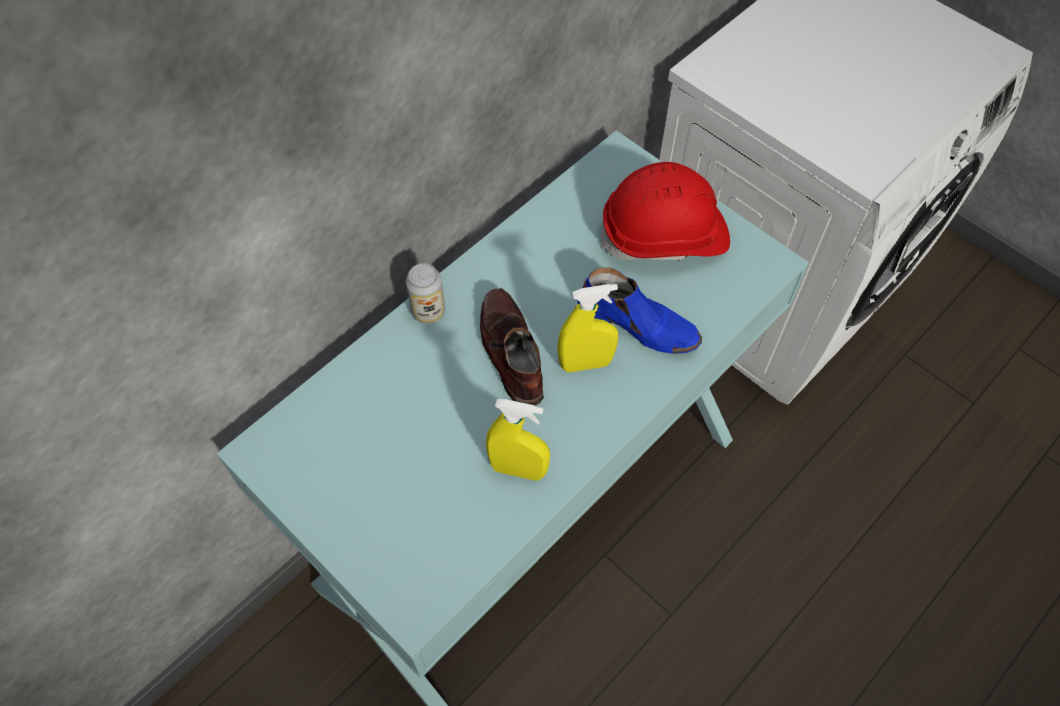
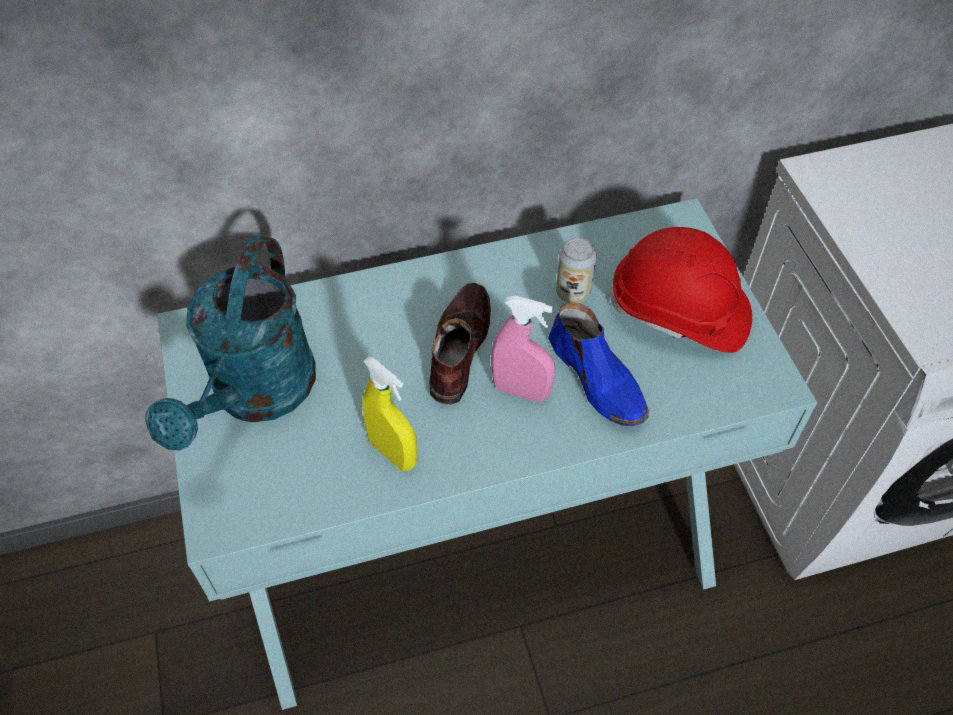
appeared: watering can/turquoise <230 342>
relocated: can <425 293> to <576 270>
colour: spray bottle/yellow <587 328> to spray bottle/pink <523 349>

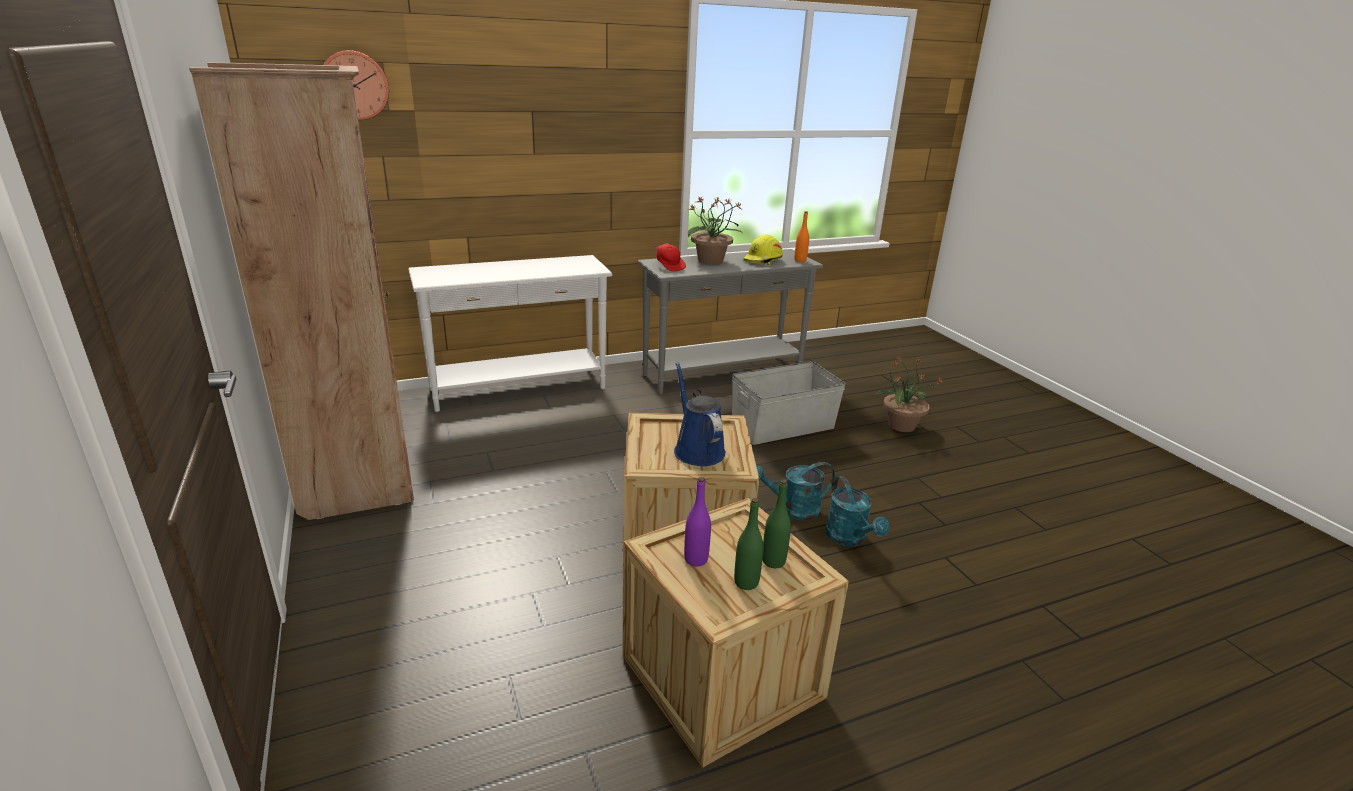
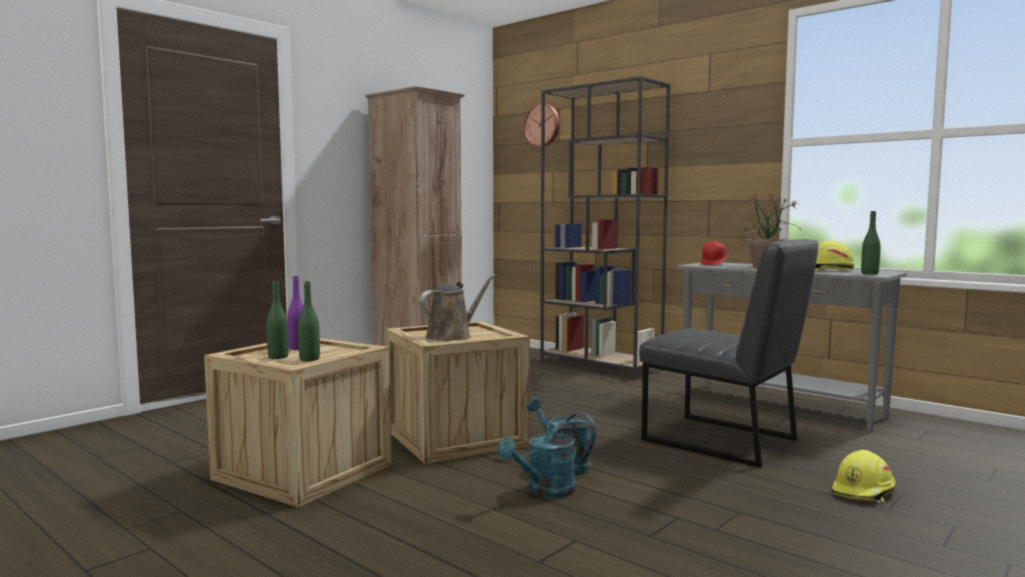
exchanged: console table/white <510 333> to bookcase <605 228>; potted plant <909 393> to hard hat/yellow <864 476>; storage box/grey <789 403> to chair/grey <729 353>
colour: bottle/orange <801 236> to bottle/green <871 243>; watering can/blue <700 414> to watering can/brown <457 307>

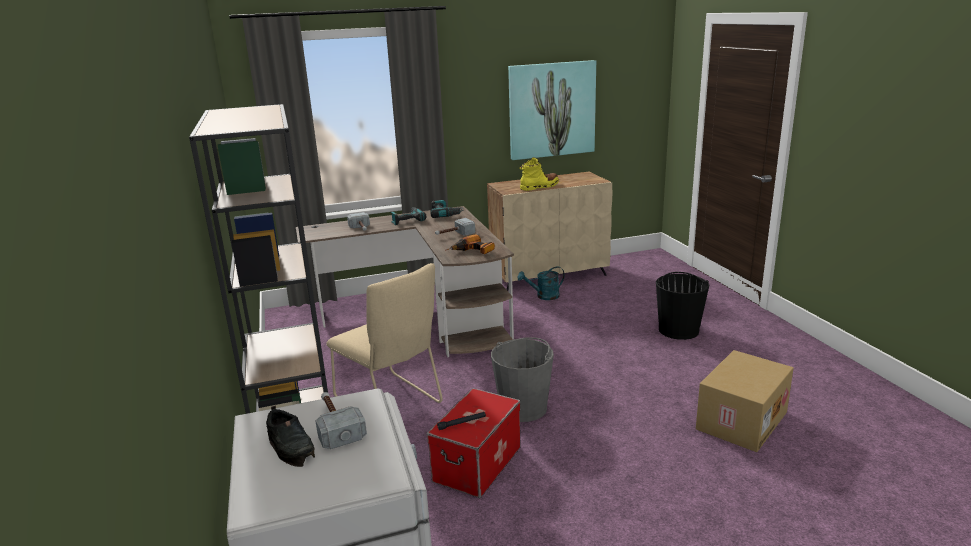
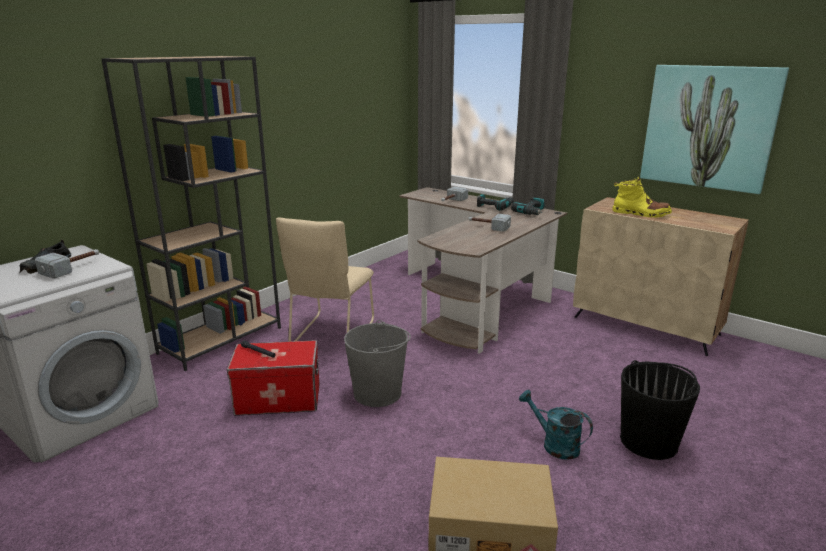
missing: power drill <470 244>
relocated: watering can/turquoise <541 283> to <556 425>

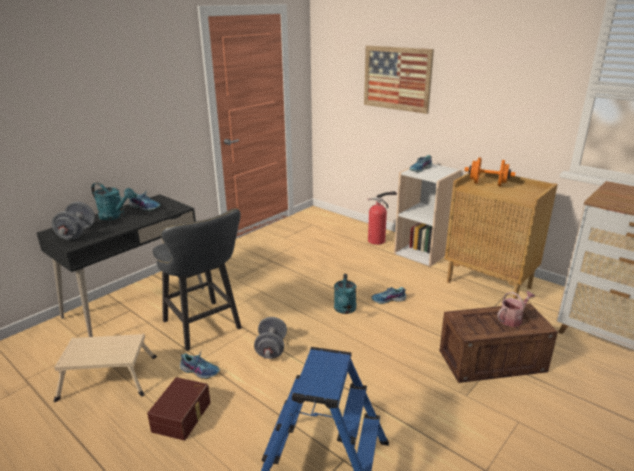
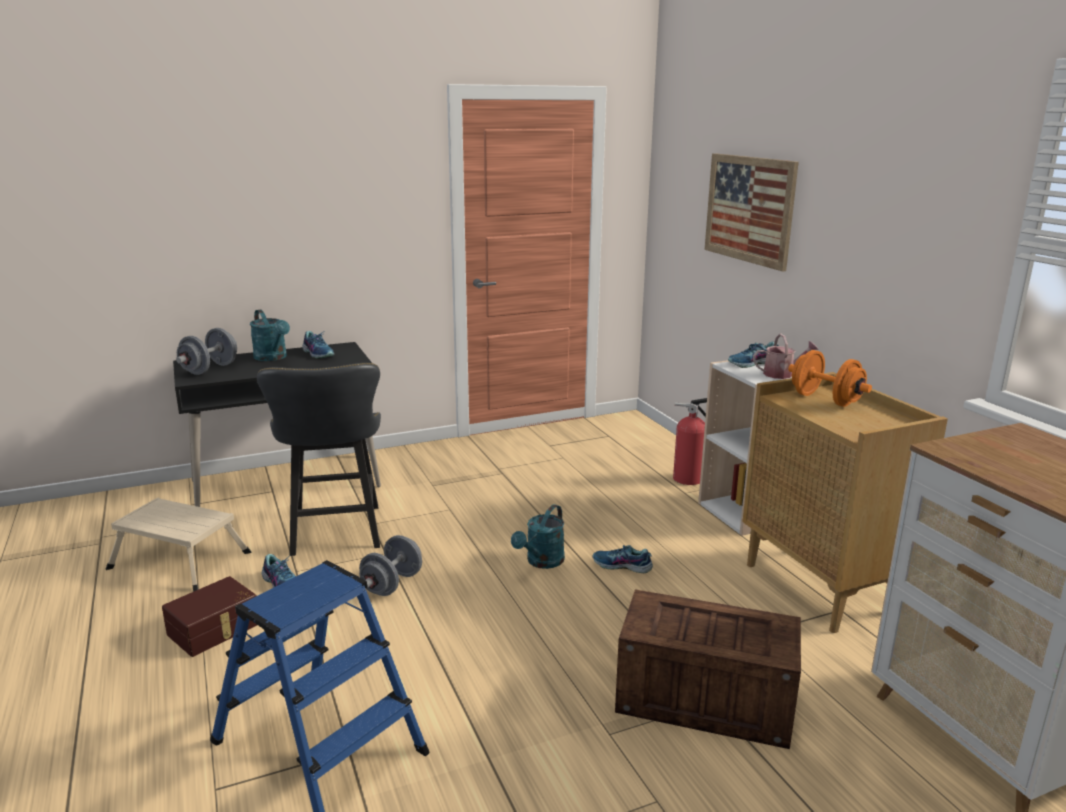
relocated: watering can <516 309> to <785 356>

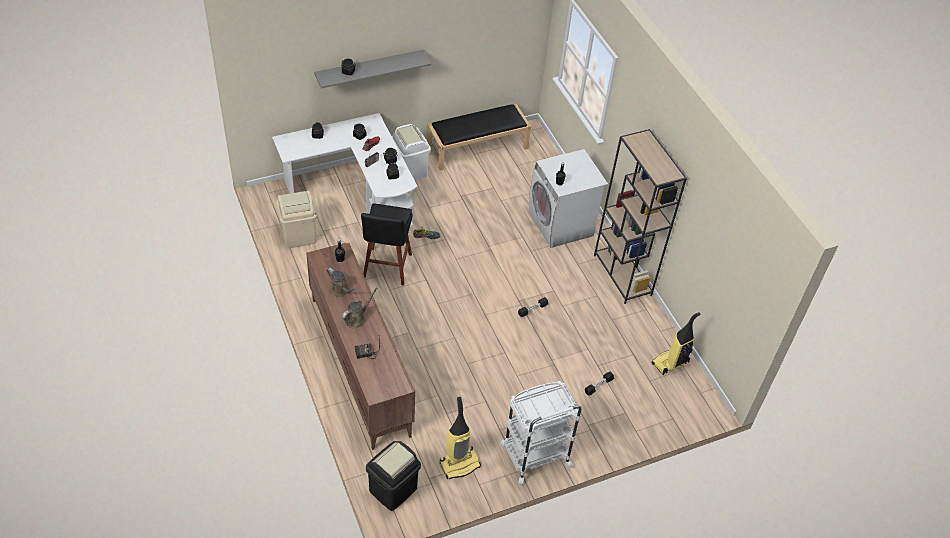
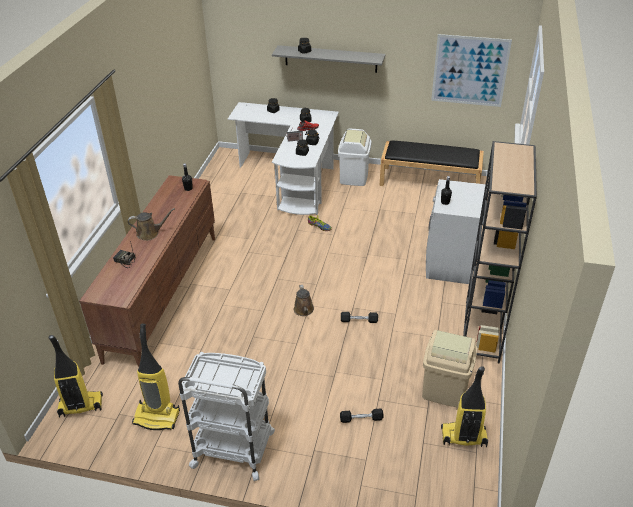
missing: stool/black <386 244>
appeared: picture <471 70>
relocated: trash can/beige <296 219> to <449 369>; watering can/brown <342 282> to <304 300>
exchanged: trash can/black <393 476> to vacuum cleaner <76 376>

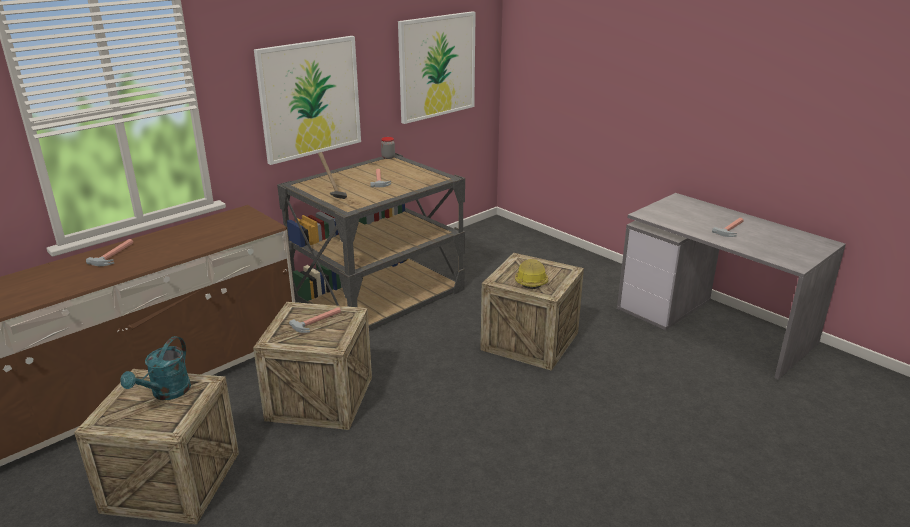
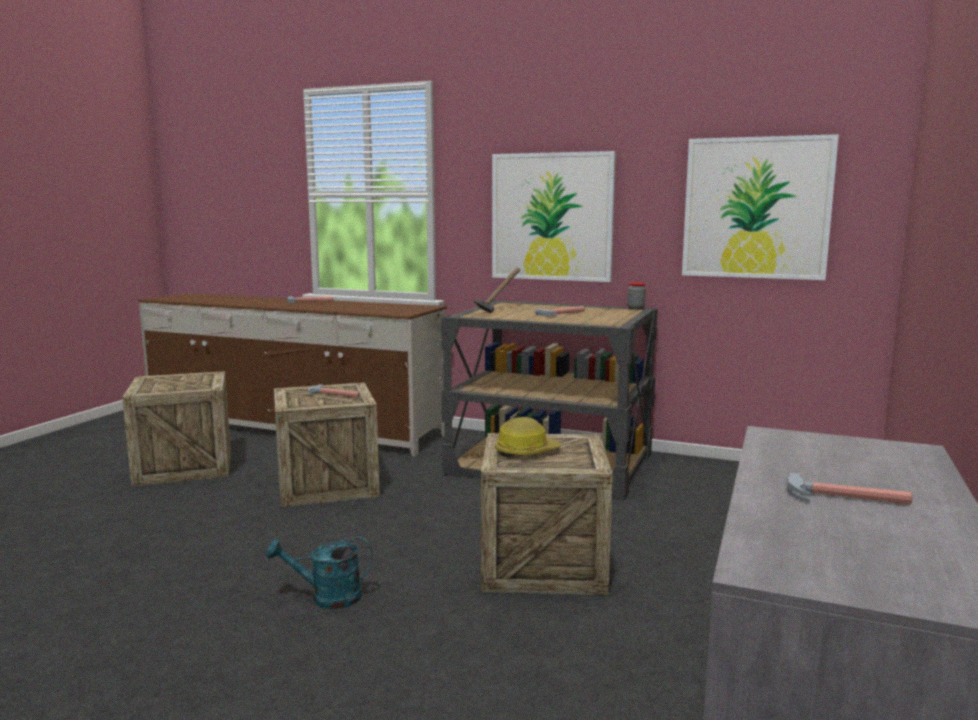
relocated: watering can/turquoise <155 368> to <319 572>

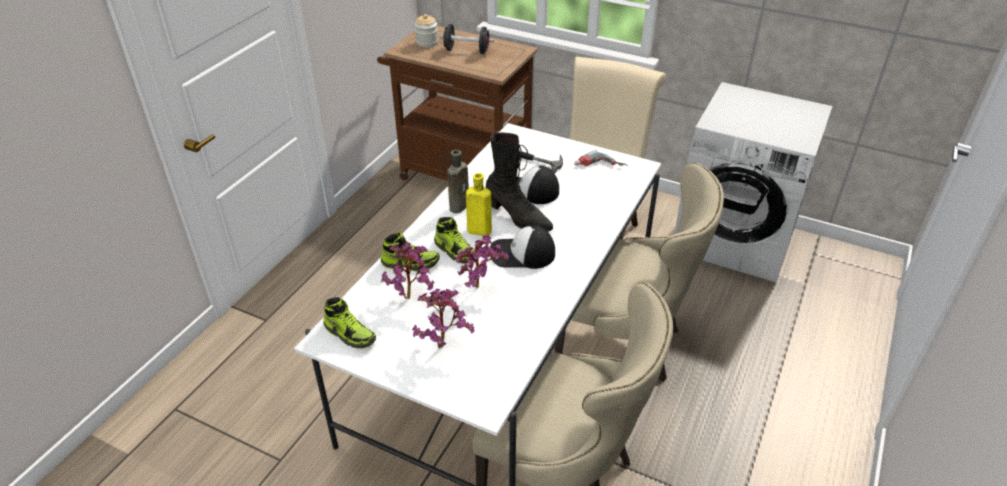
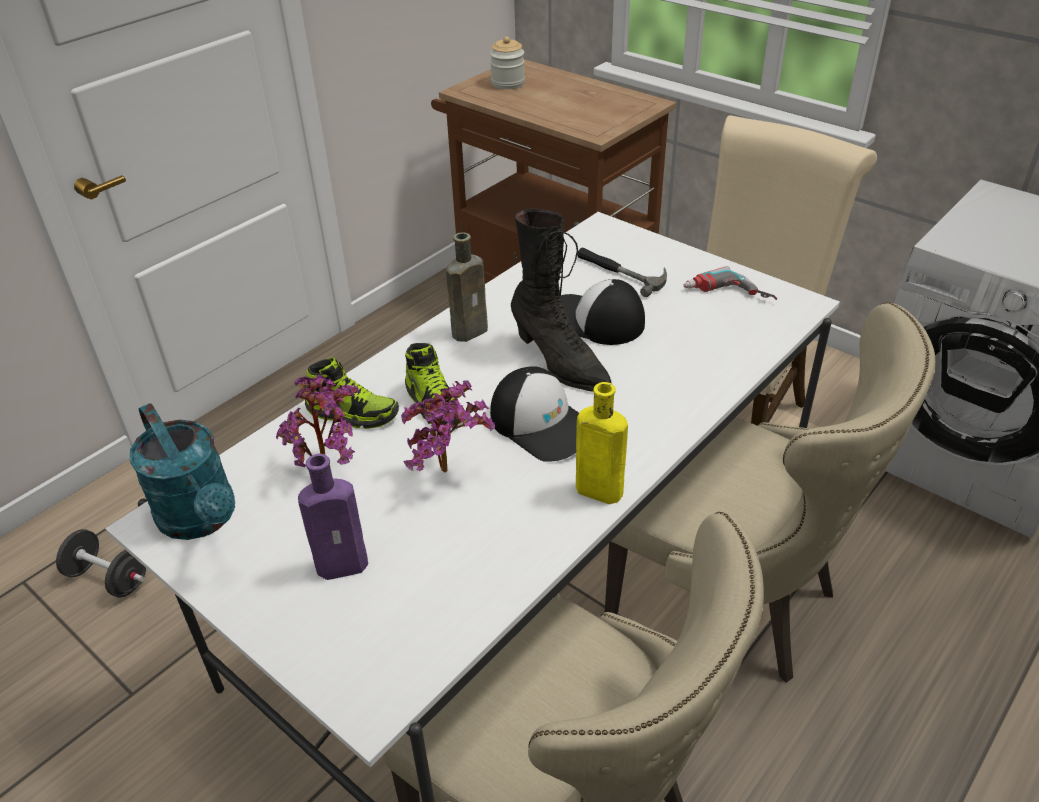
relocated: dumbbell/black <466 39> to <101 563>; bottle/yellow <479 204> to <602 443>
exchanged: potted plant <443 318> to bottle/purple <333 517>; shoe <349 323> to watering can/turquoise <182 471>
spun: cap <522 247> = <534 414> 150 degrees counterclockwise

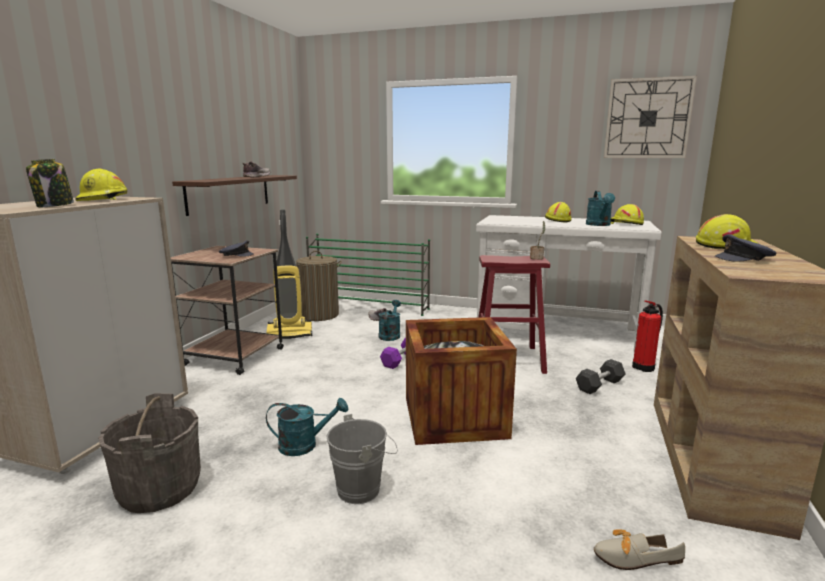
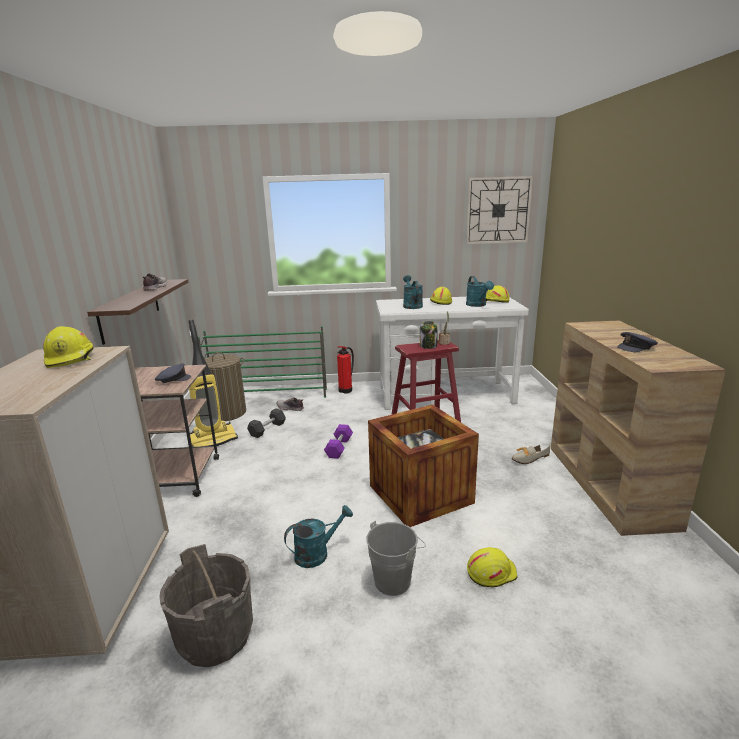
relocated: jar <50 183> to <428 335>; hard hat/yellow <726 231> to <492 567>; watering can/turquoise <390 320> to <413 292>; fire extinguisher <647 336> to <345 370>; dumbbell/grey <600 376> to <266 423>; shoe <639 550> to <531 454>

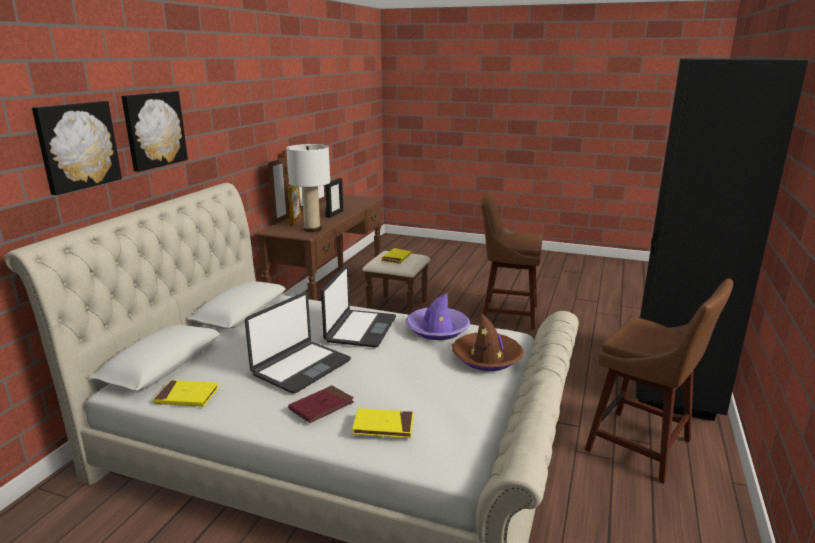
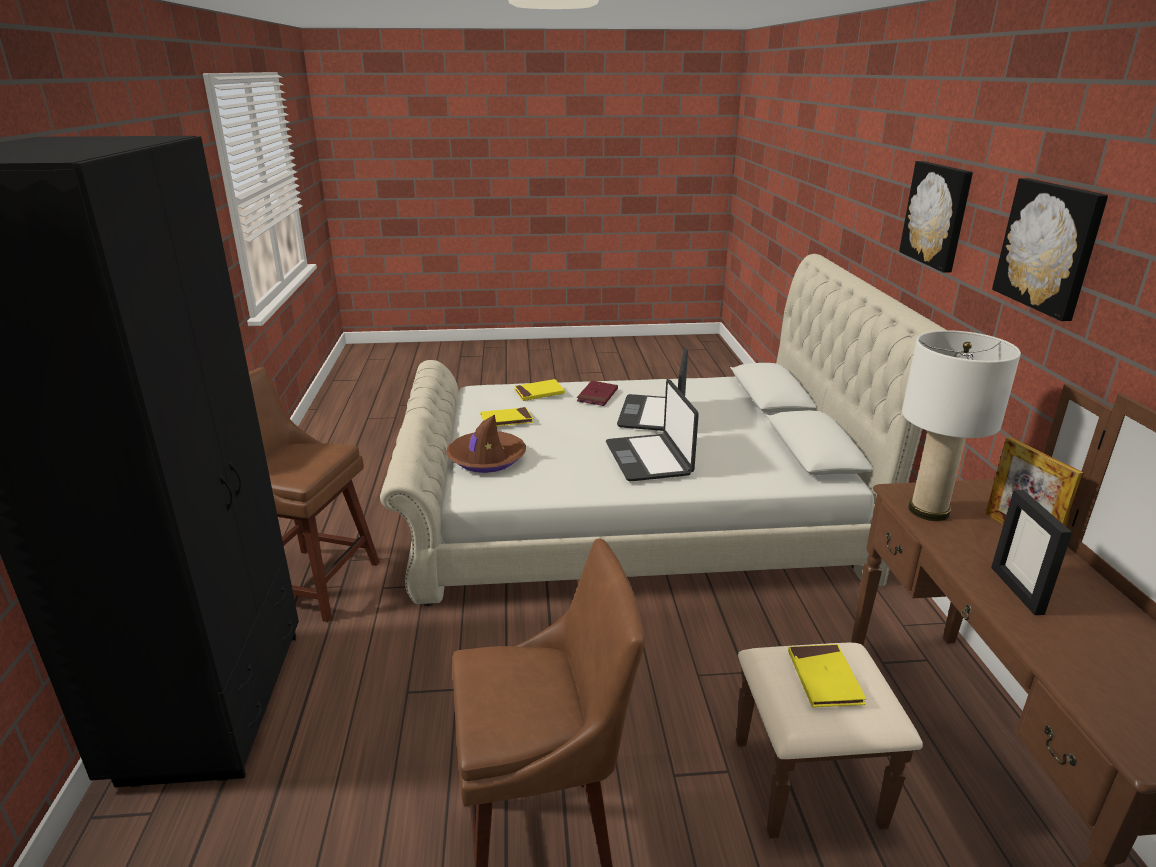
missing: hat/purple <438 316>
relocated: picture <77 148> to <1050 249>; book/yellow <186 393> to <507 416>

